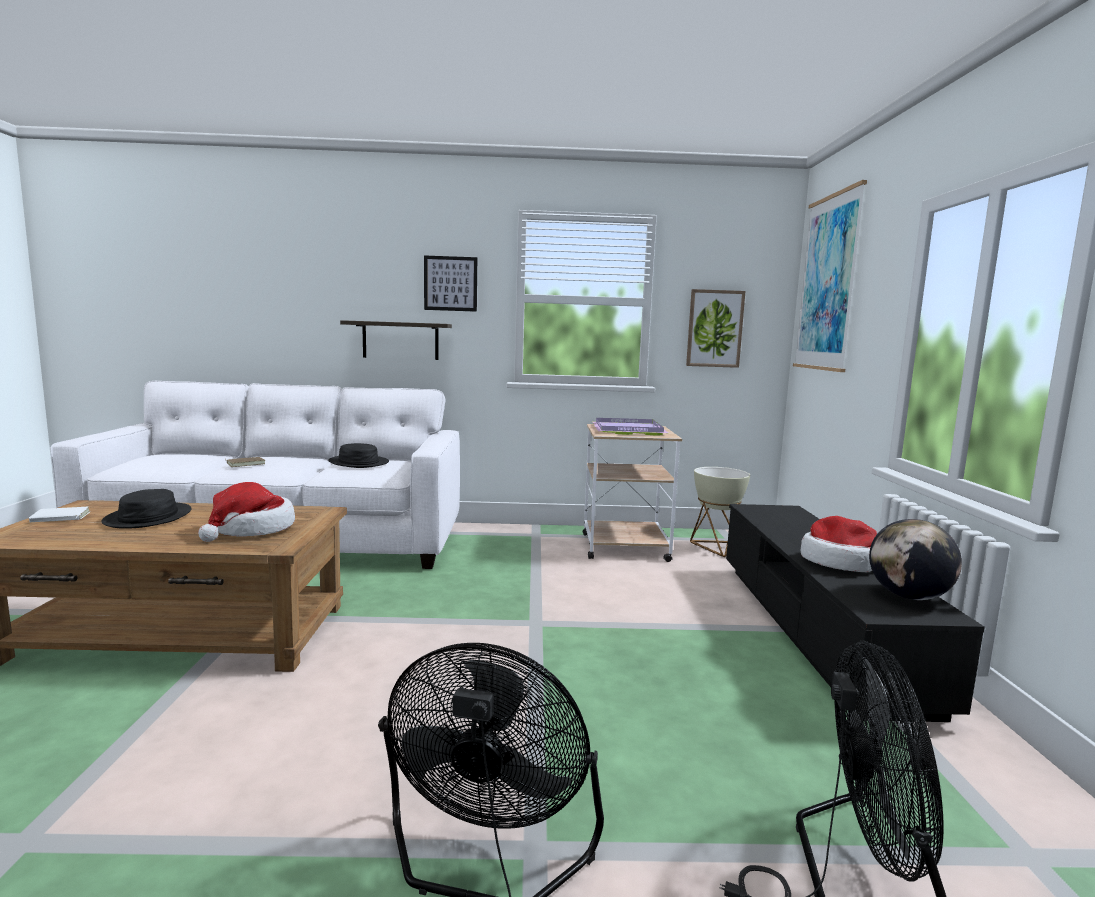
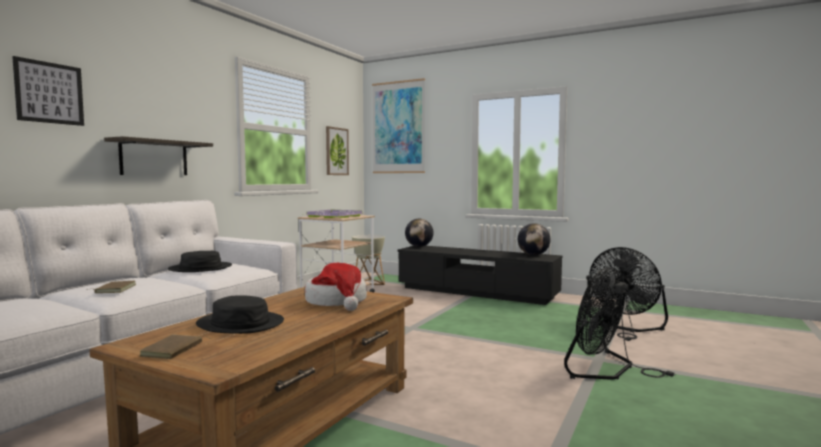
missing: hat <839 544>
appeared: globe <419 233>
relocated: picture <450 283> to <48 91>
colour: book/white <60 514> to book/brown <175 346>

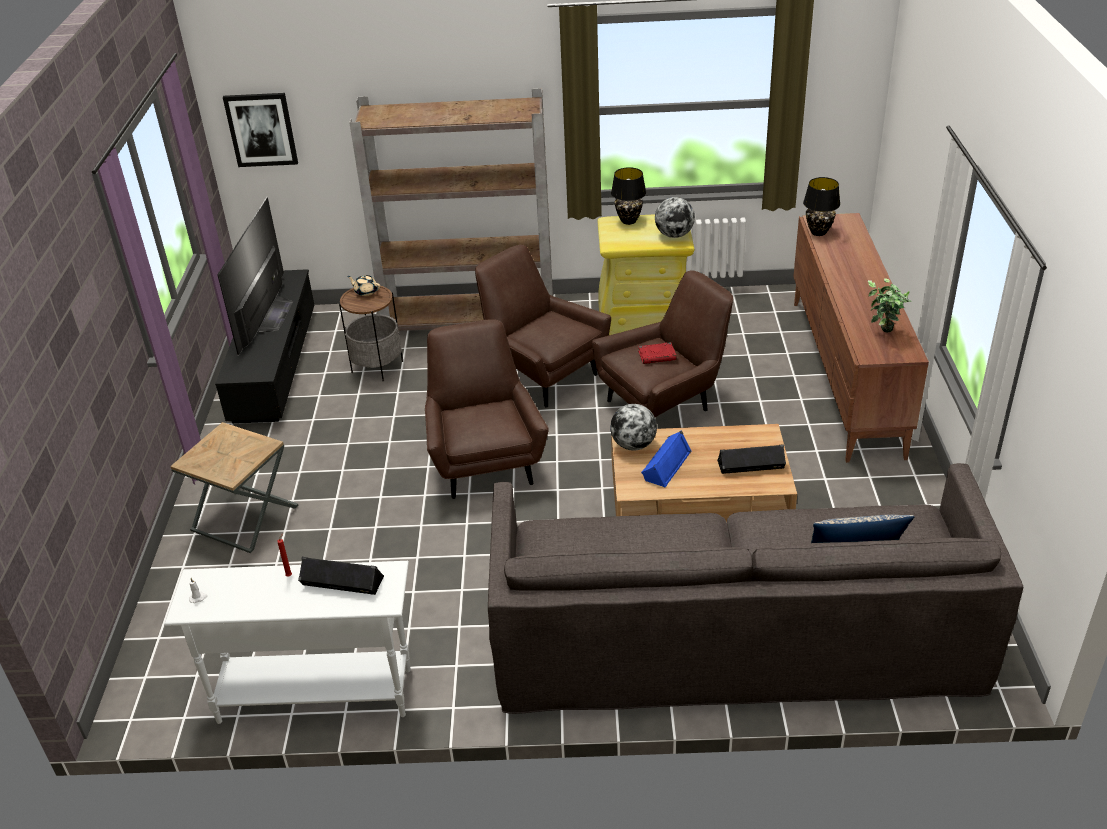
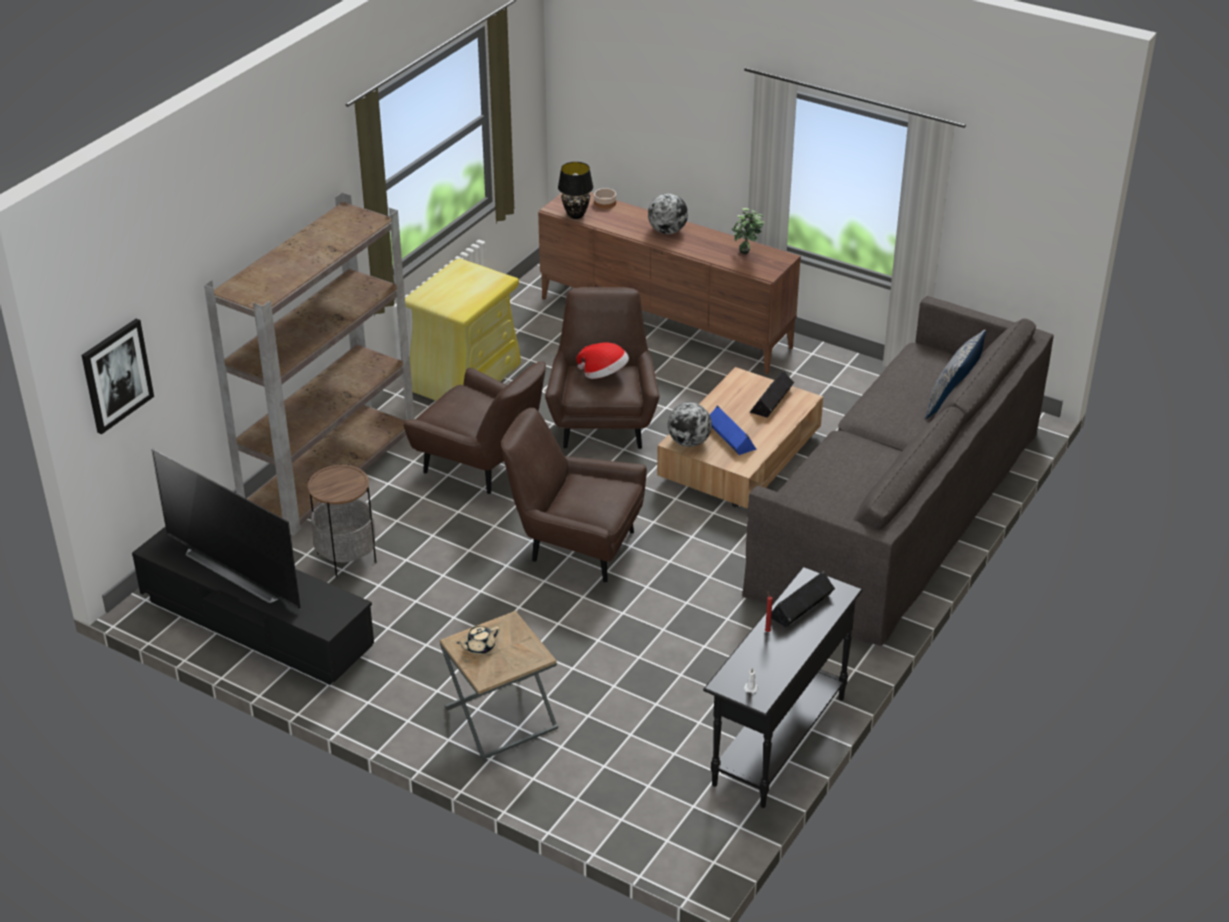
missing: table lamp/black <628 196>
appeared: bowl <605 198>
relocated: globe <675 217> to <668 214>; teapot/beige <363 285> to <478 640>
exchanged: book/red <657 353> to hat <602 361>
colour: console table/white <287 642> to console table/black <783 687>
spun: armchair/brown <543 326> = <475 428> 135 degrees counterclockwise

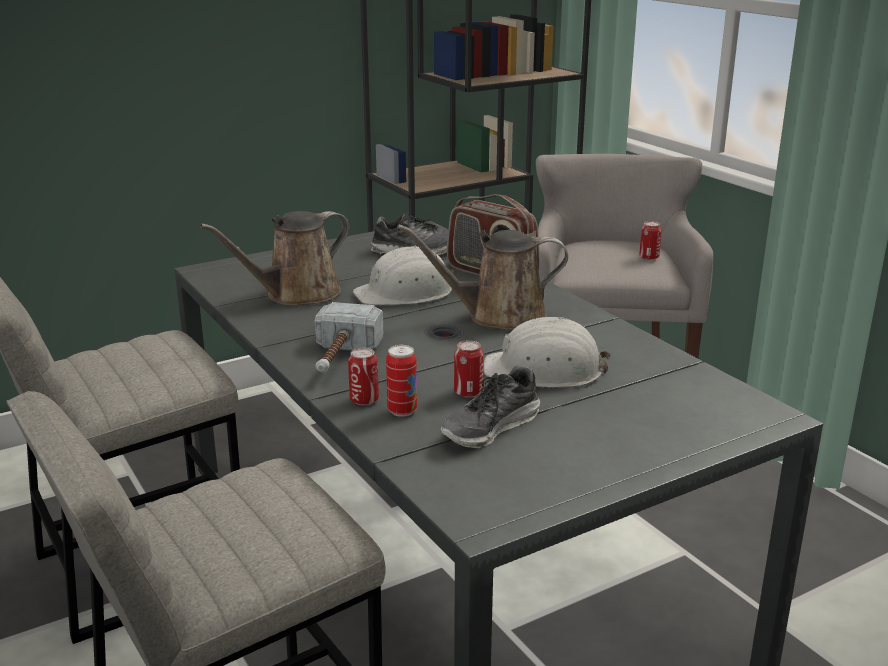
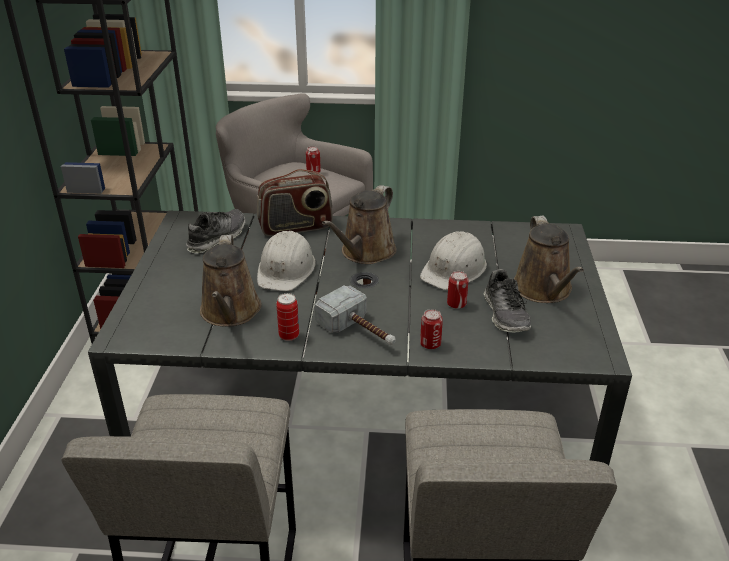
appeared: watering can/brown <549 259>
relocated: can <401 381> to <287 317>

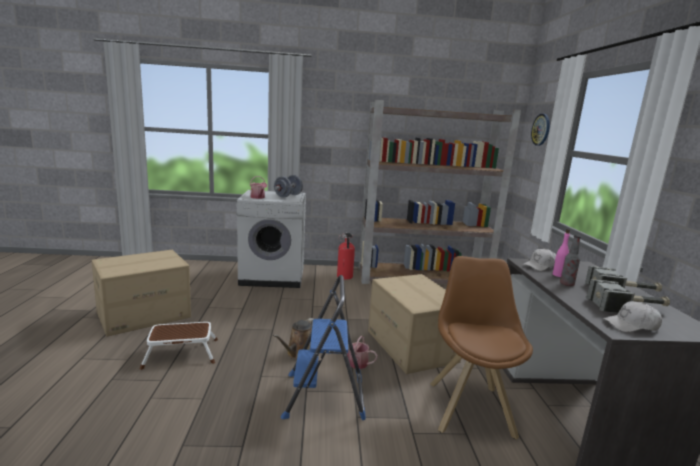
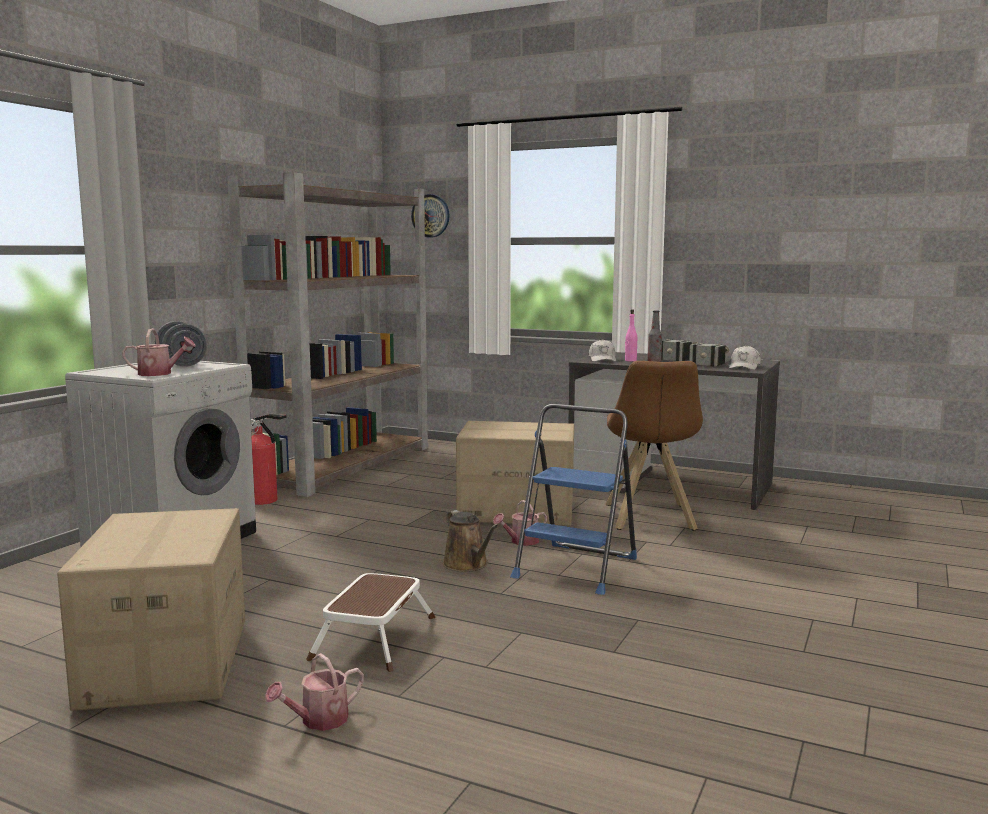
appeared: watering can <314 692>
spun: chair/brown <481 348> = <654 445> 120 degrees counterclockwise

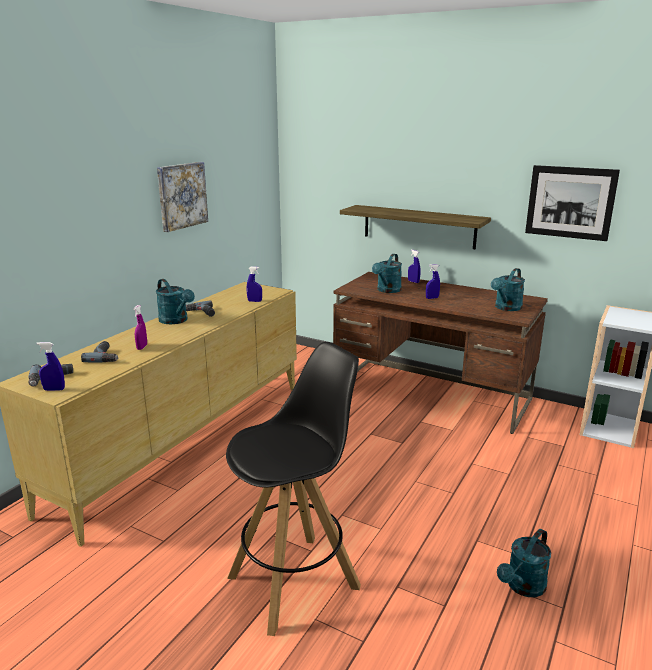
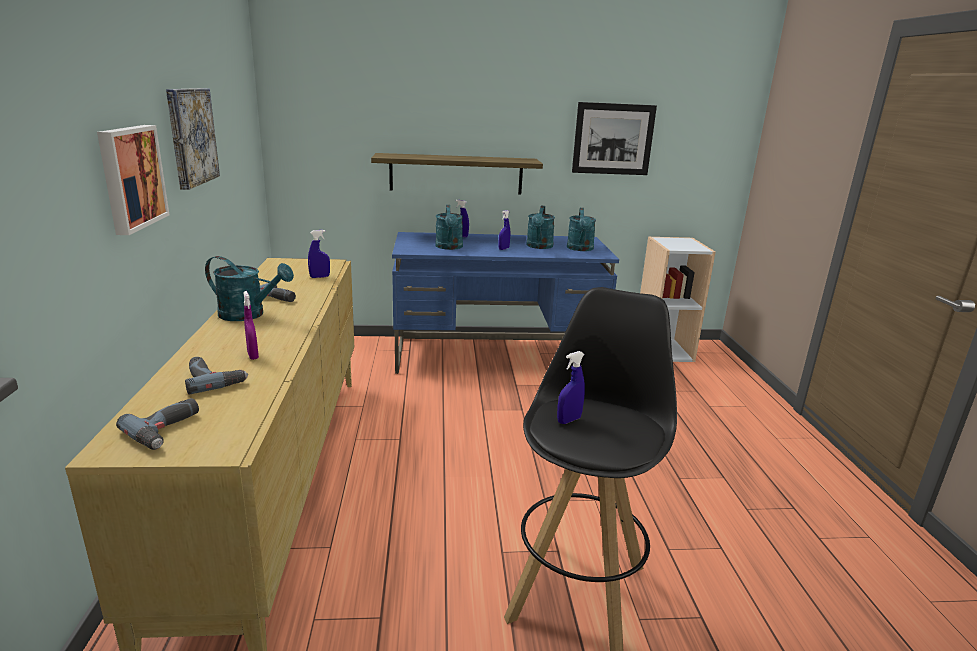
appeared: picture <133 180>
relocated: spray bottle/blue <50 366> to <571 387>; watering can/turquoise <524 563> to <540 227>
colour: desk/brown <440 353> to desk/blue <505 303>

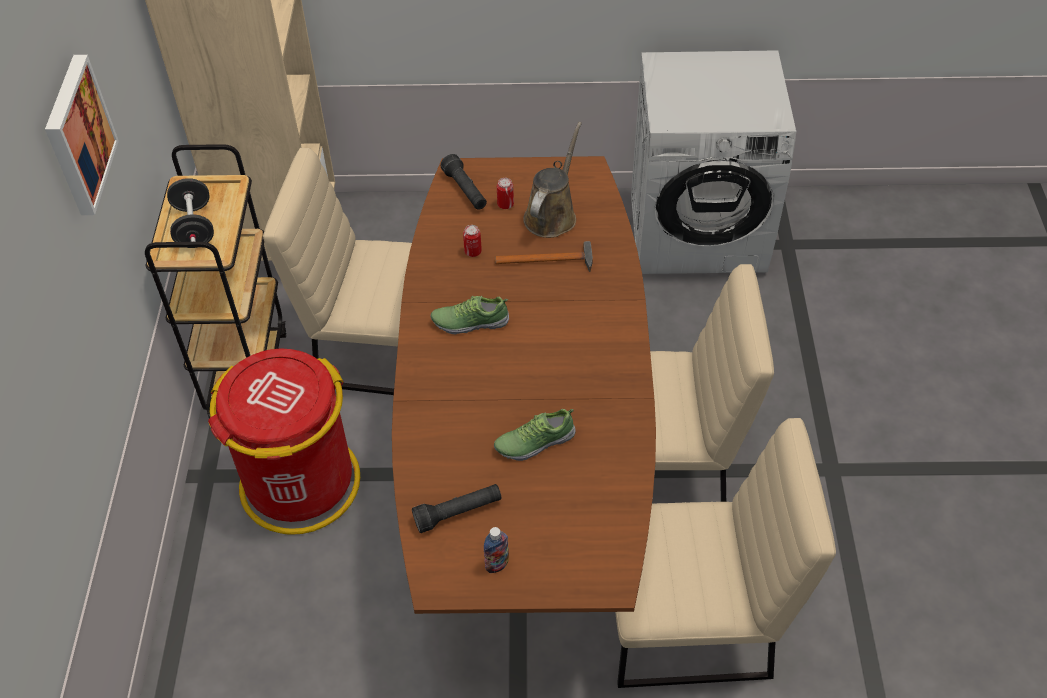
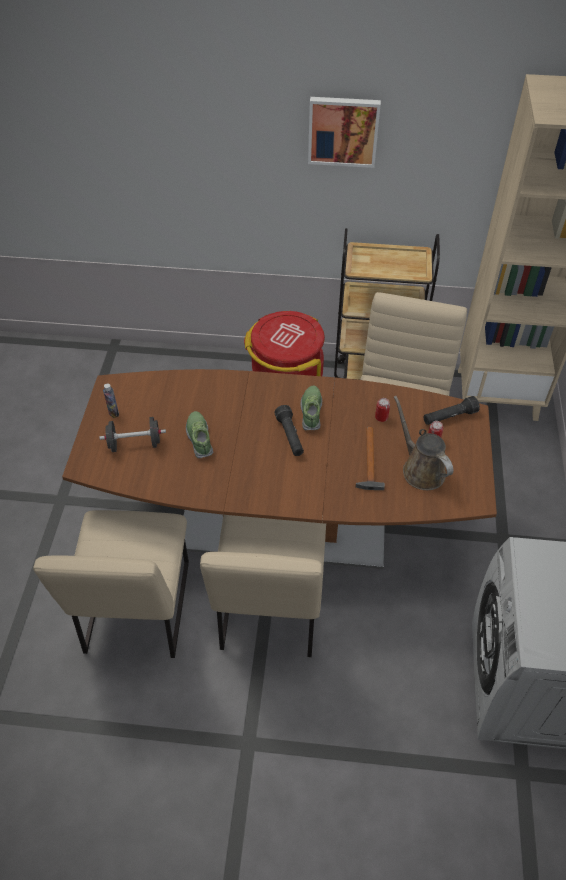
relocated: dumbbell/black <190 213> to <132 434>; flashlight/black <457 508> to <289 430>
spun: watering can/brown <552 180> = <423 443> 150 degrees counterclockwise

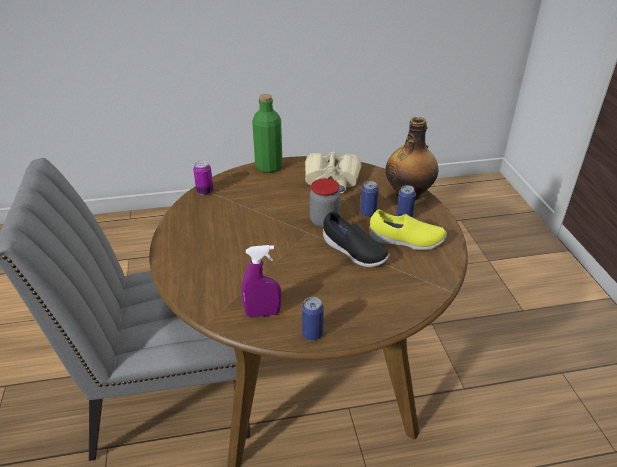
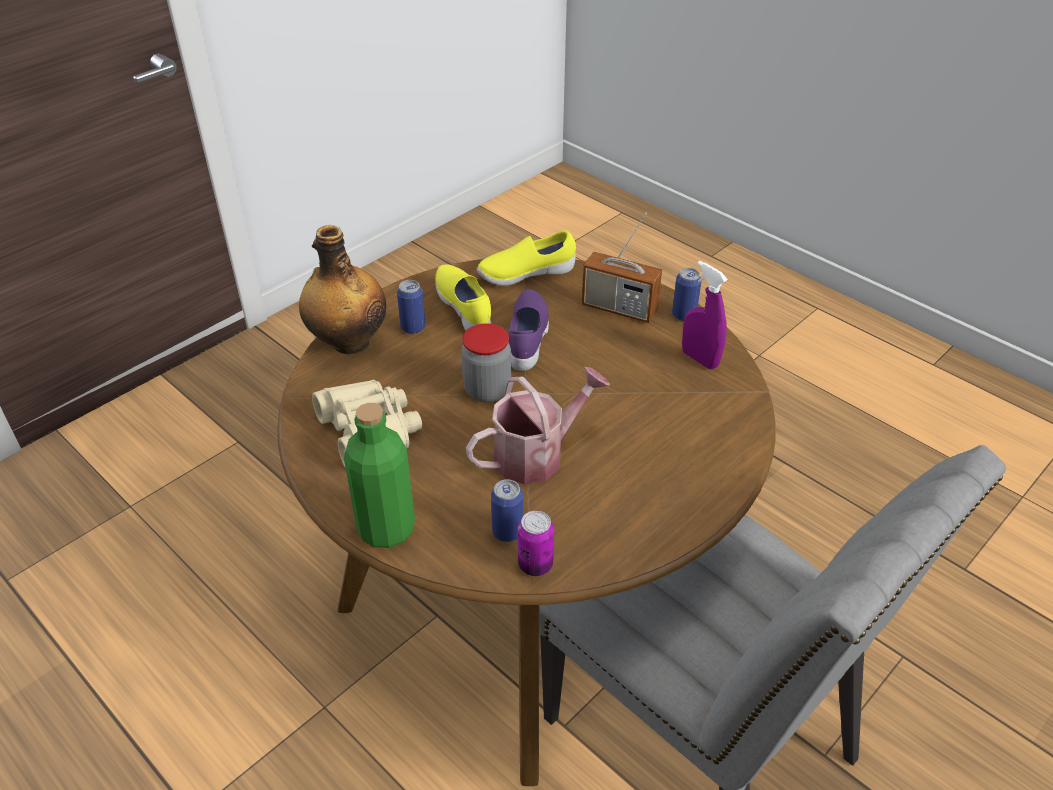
appeared: radio <622 268>; shoe/yellow <526 258>; watering can <538 426>
relocated: can <369 199> to <507 510>
colour: shoe/black <356 239> to shoe/purple <529 330>

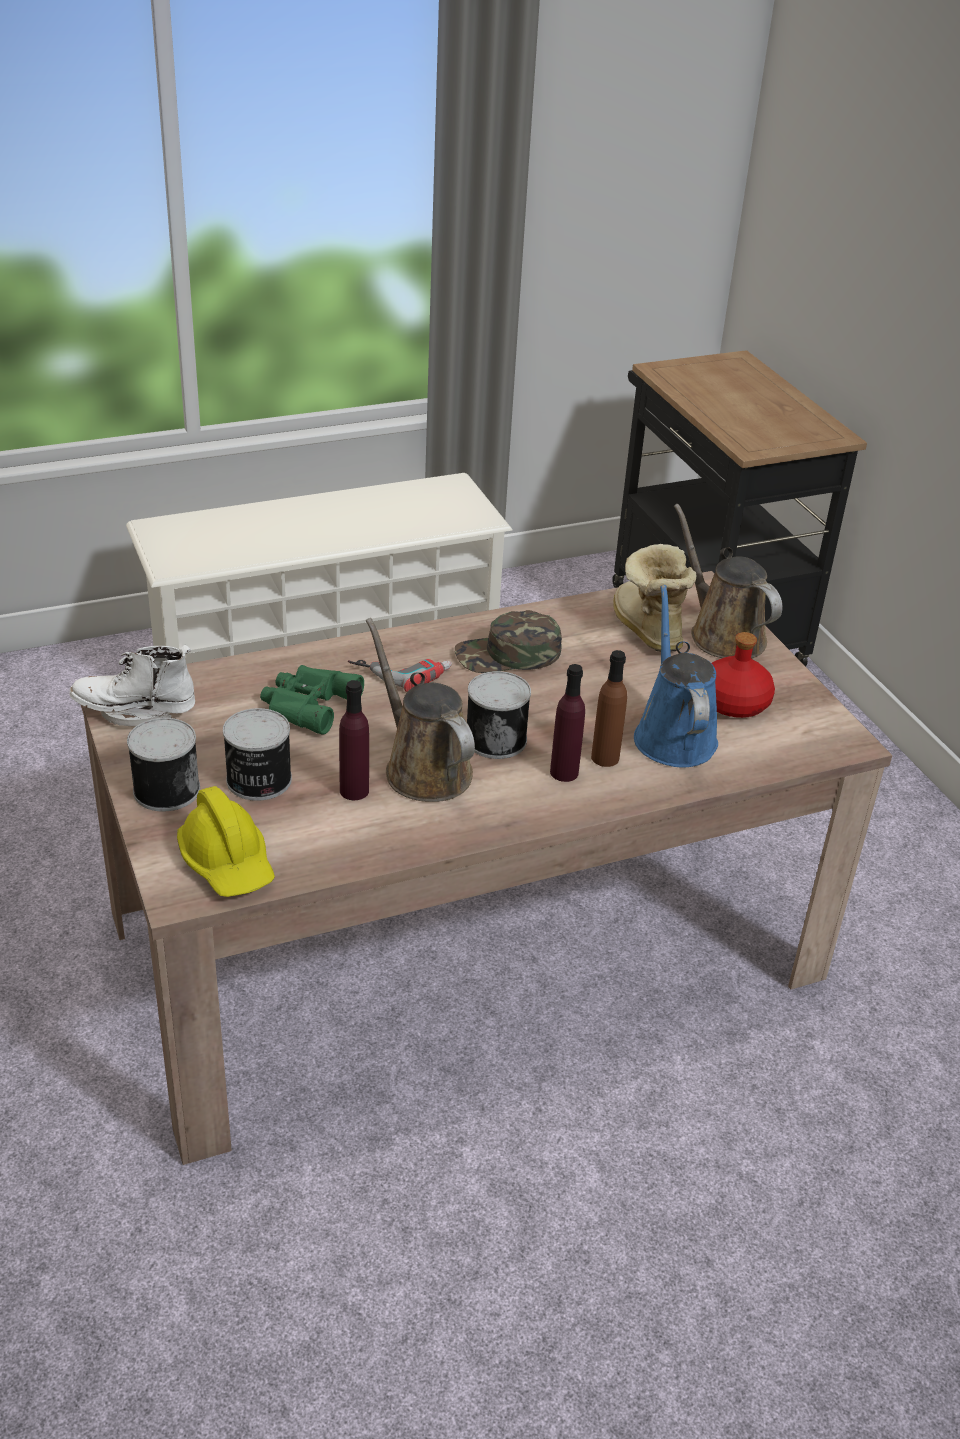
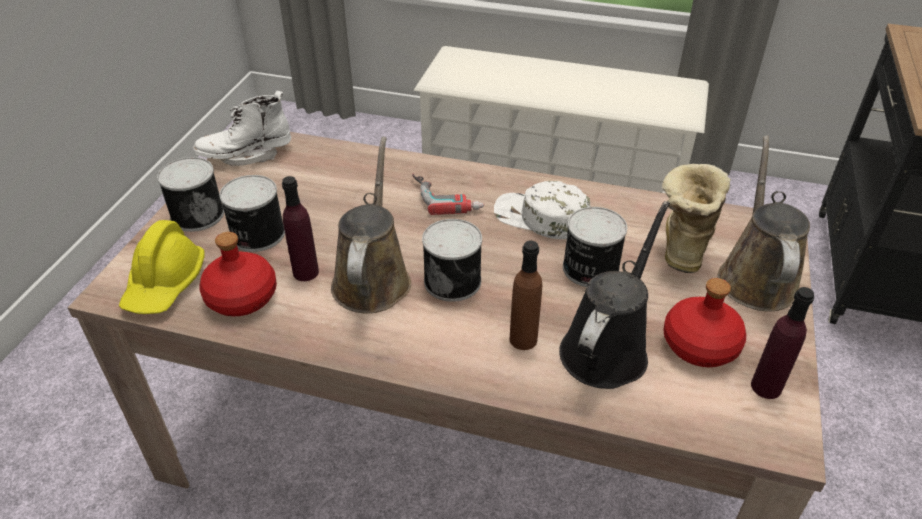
missing: binoculars/green <312 700>
appeared: can <595 247>; bottle/red <238 274>
relocated: bottle/purple <567 723> to <782 343>
colour: watering can/blue <676 676> to watering can/black <614 295>; cap/green <508 641> to cap/white <542 210>
spun: boot/white <132 685> = <242 128> 60 degrees counterclockwise

